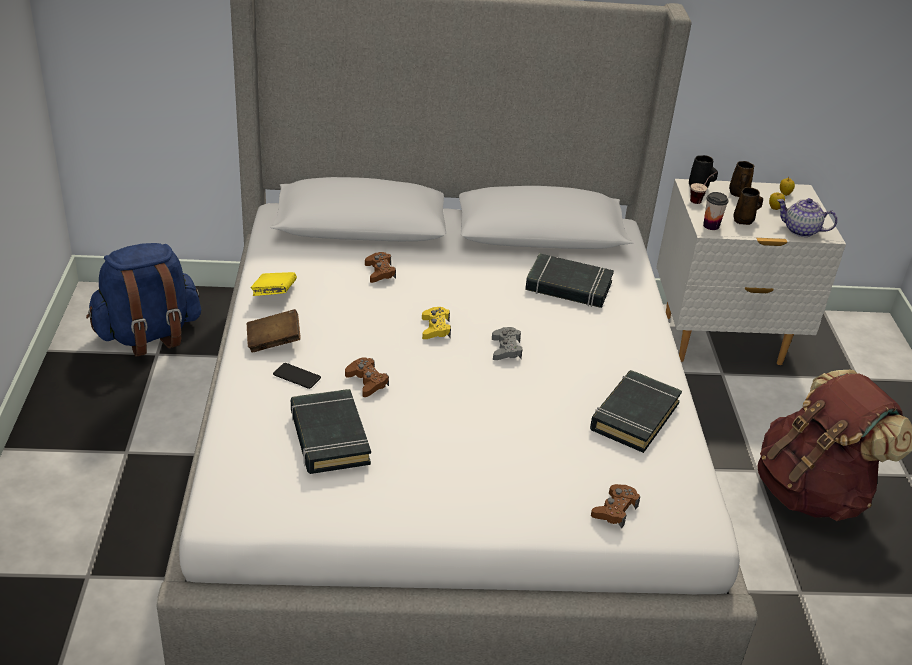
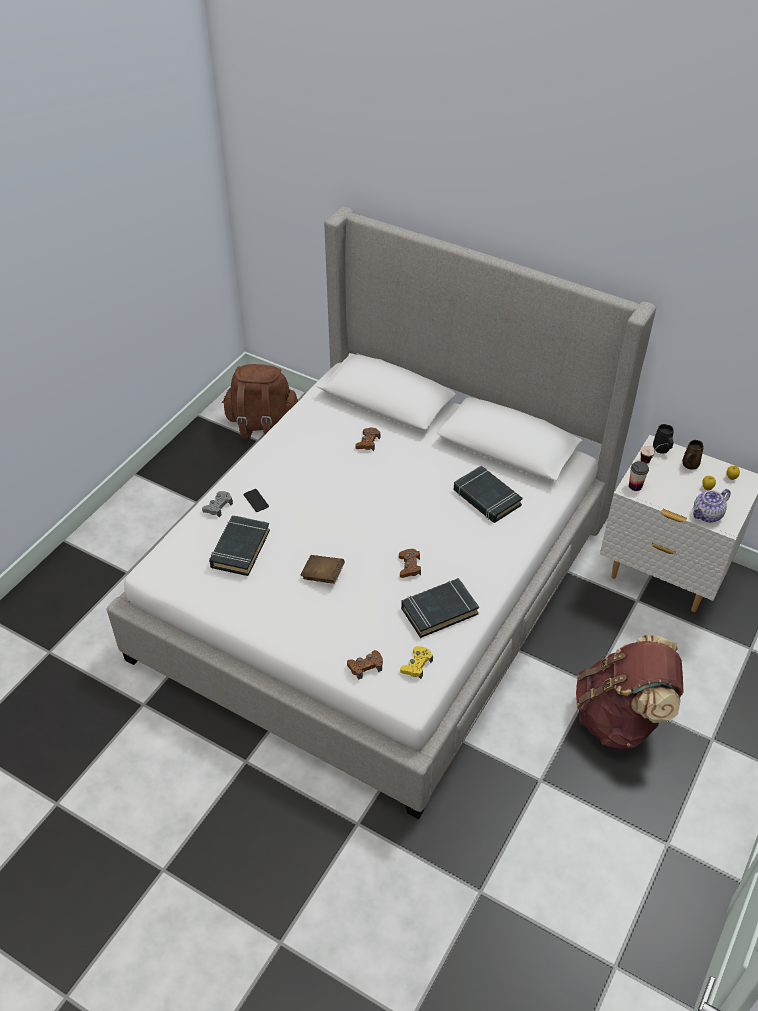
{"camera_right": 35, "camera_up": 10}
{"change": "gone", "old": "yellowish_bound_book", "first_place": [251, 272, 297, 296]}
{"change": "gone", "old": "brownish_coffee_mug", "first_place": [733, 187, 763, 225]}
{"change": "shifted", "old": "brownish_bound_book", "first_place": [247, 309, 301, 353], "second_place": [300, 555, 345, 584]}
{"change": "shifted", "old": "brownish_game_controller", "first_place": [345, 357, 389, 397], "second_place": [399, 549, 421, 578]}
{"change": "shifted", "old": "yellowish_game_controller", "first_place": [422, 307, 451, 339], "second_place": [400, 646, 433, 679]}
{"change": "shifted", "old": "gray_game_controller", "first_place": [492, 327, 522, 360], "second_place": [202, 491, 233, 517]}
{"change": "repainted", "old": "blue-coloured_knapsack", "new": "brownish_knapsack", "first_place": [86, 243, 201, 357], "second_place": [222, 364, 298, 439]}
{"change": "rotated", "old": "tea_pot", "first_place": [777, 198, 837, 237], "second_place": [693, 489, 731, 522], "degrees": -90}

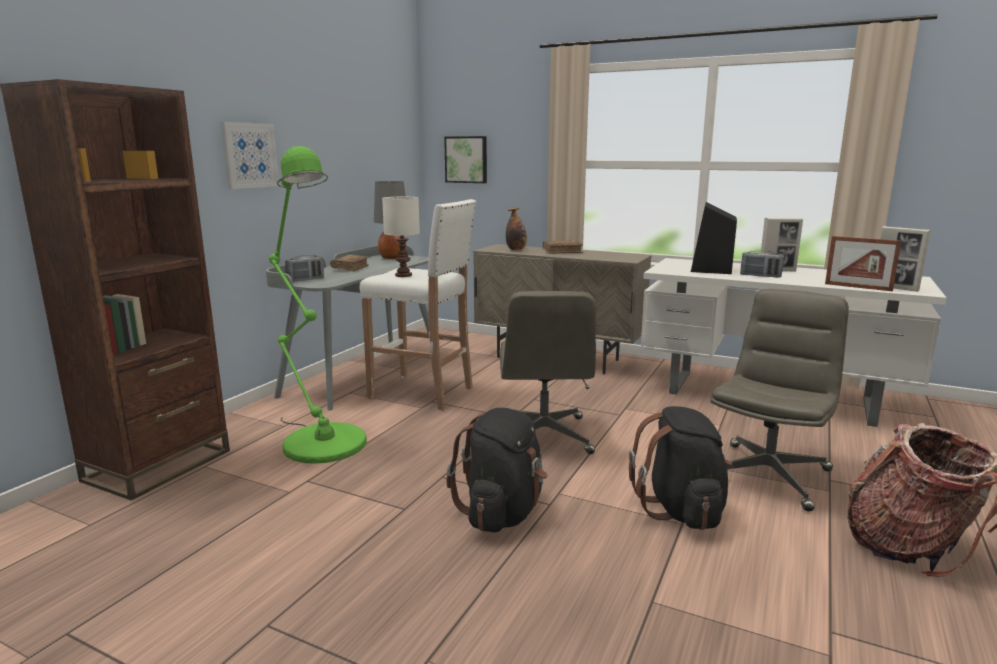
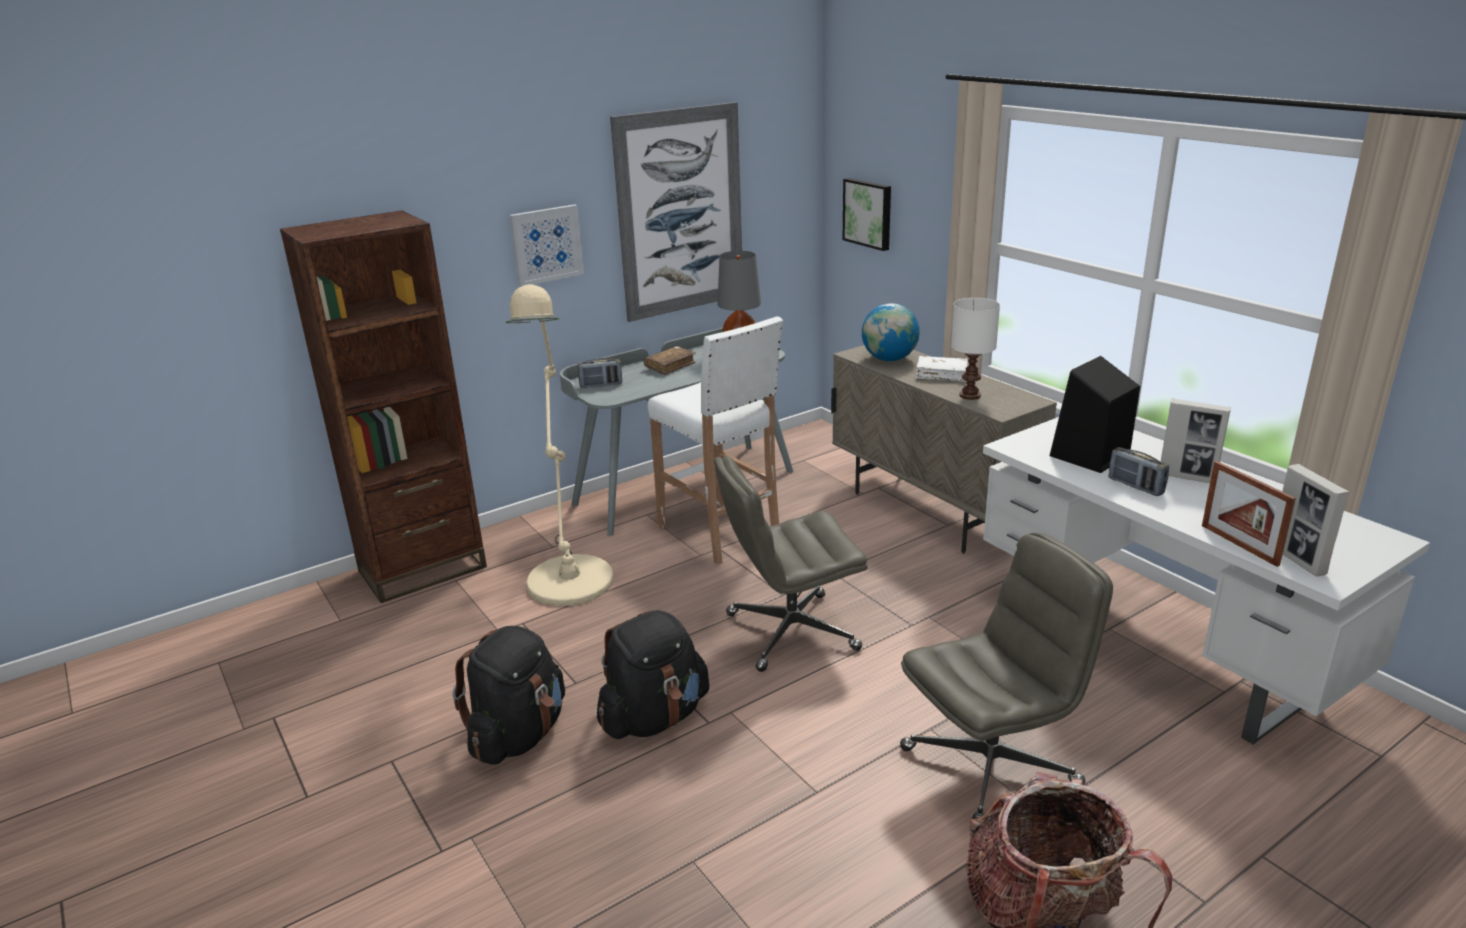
{"camera_right": 30, "camera_up": 10}
{"change": "new", "new": "picture", "second_place": [610, 102, 742, 322]}
{"change": "shifted", "old": "white_table_lamp", "first_place": [382, 197, 420, 277], "second_place": [951, 298, 1000, 400]}
{"change": "shifted", "old": "black_knapsack", "first_place": [629, 406, 732, 530], "second_place": [453, 626, 565, 765]}
{"change": "swapped", "old": "bottle", "new": "world_globe", "first_place": [506, 207, 527, 250], "second_place": [862, 303, 920, 361]}
{"change": "repainted", "old": "green_standing_lamp", "new": "beige-coloured_standing_lamp", "first_place": [269, 146, 367, 464], "second_place": [506, 284, 614, 606]}
{"change": "repainted", "old": "brownish_bound_book", "new": "white_bound_book", "first_place": [543, 240, 583, 254], "second_place": [916, 356, 968, 382]}
{"change": "rotated", "old": "gray_computer_chair", "first_place": [500, 291, 596, 454], "second_place": [714, 455, 868, 672], "degrees": 45}

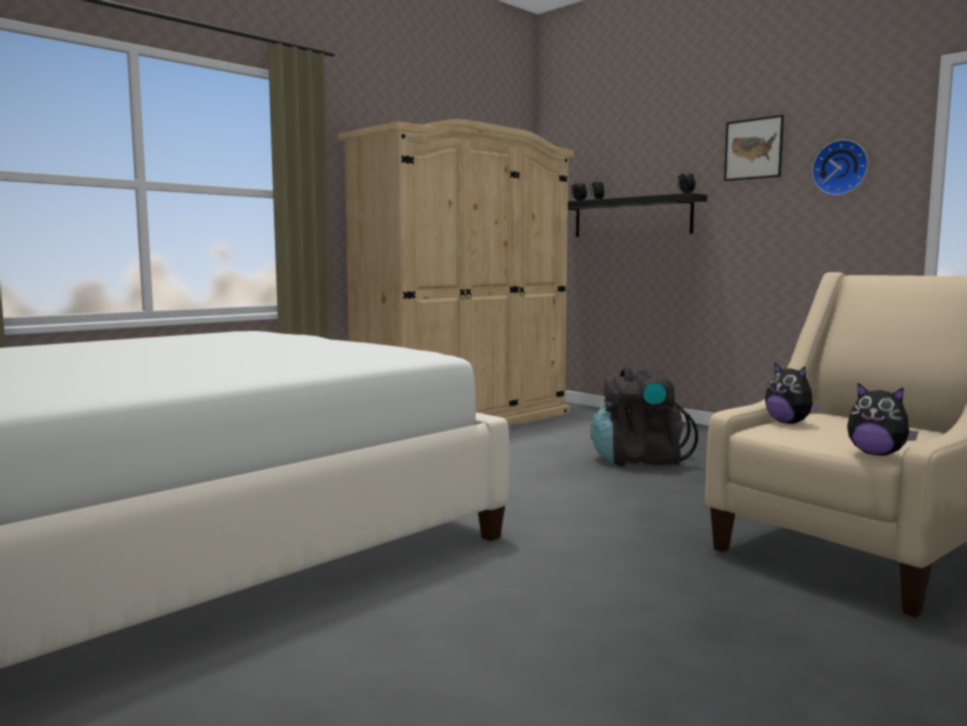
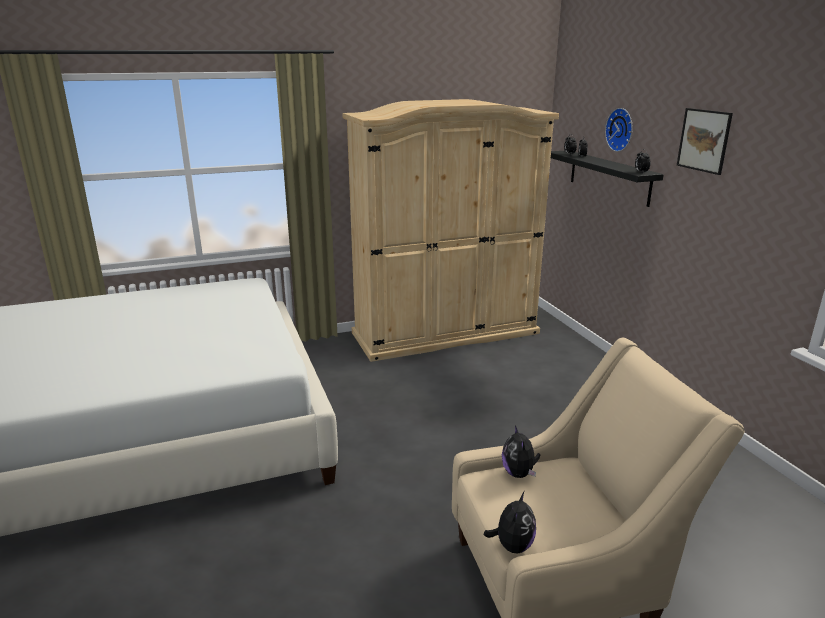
{"camera_right": 25, "camera_up": 15}
{"change": "gone", "old": "black_knapsack", "first_place": [590, 368, 698, 466]}
{"change": "shifted", "old": "wall_clock", "first_place": [812, 140, 868, 196], "second_place": [605, 108, 633, 152]}
{"change": "rotated", "old": "plush_toy", "first_place": [847, 383, 918, 456], "second_place": [484, 492, 536, 554], "degrees": -135}

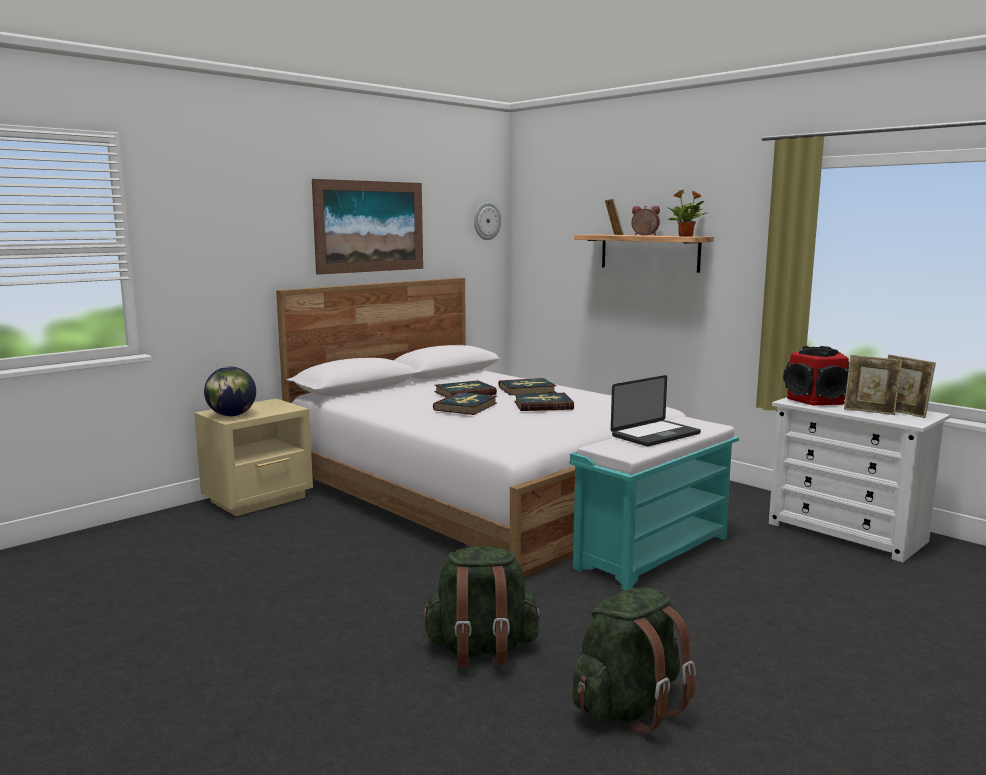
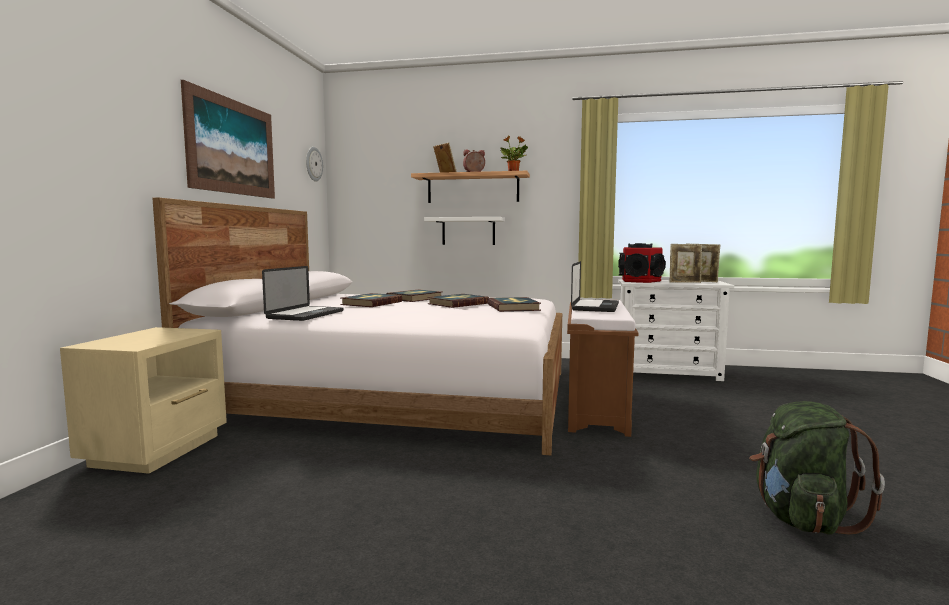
{"camera_right": -35, "camera_up": -5}
{"change": "gone", "old": "world_globe", "first_place": [204, 367, 256, 416]}
{"change": "gone", "old": "green_knapsack", "first_place": [422, 546, 539, 667]}
{"change": "new", "new": "laptop", "second_place": [262, 266, 344, 321]}
{"change": "new", "new": "white_bracket_shelf", "second_place": [424, 217, 505, 245]}
{"change": "shifted", "old": "bound_book", "first_place": [433, 392, 497, 415], "second_place": [487, 297, 541, 312]}
{"change": "repainted", "old": "blue-green_indoor_bench", "new": "brownish_indoor_bench", "first_place": [569, 416, 739, 590], "second_place": [567, 299, 638, 437]}

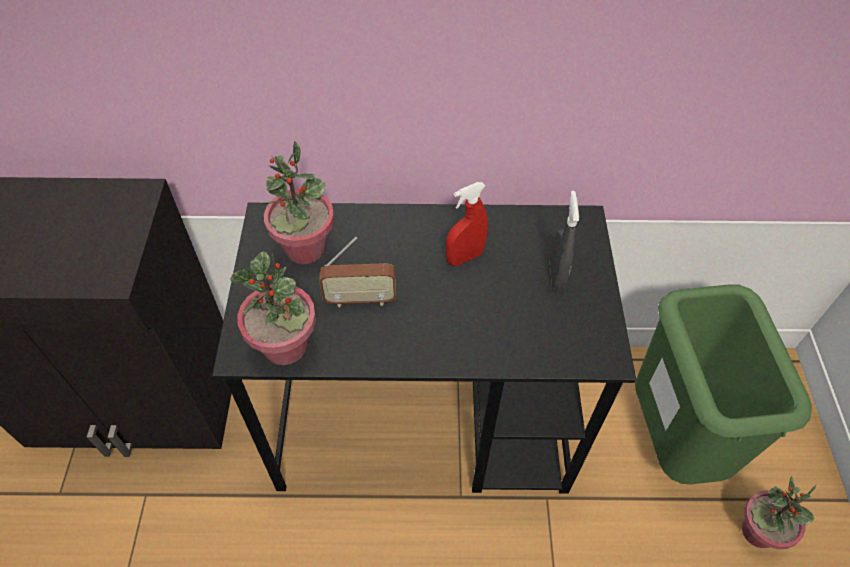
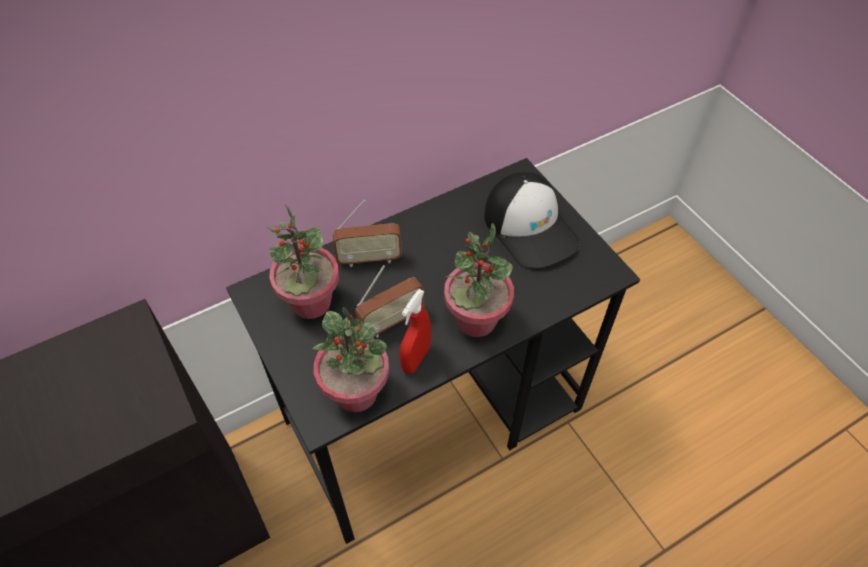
{"camera_right": -30, "camera_up": 0}
{"change": "gone", "old": "green_rubbish_bin", "first_place": [635, 284, 812, 485]}
{"change": "new", "new": "radio", "second_place": [333, 200, 402, 267]}
{"change": "shifted", "old": "red-coloured_sprayer", "first_place": [446, 182, 488, 266], "second_place": [399, 289, 431, 374]}
{"change": "shifted", "old": "potted_plant", "first_place": [742, 476, 816, 549], "second_place": [444, 223, 514, 337]}
{"change": "swapped", "old": "gray_sprayer", "new": "cap", "first_place": [550, 191, 579, 290], "second_place": [484, 172, 580, 268]}

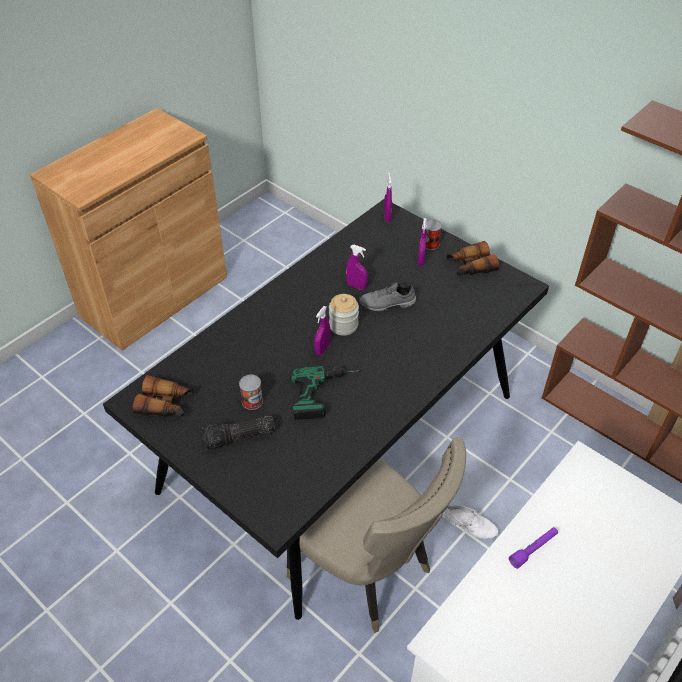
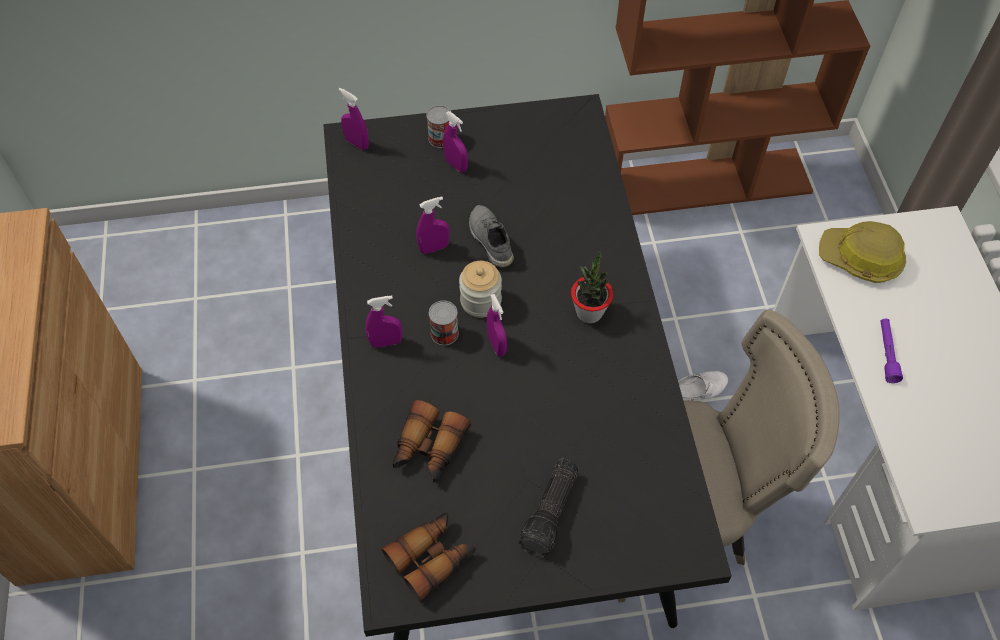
{"camera_right": -50, "camera_up": 10}
{"change": "gone", "old": "power_drill", "first_place": [290, 366, 355, 420]}
{"change": "new", "new": "purple-coloured_sprayer", "second_place": [365, 295, 402, 348]}
{"change": "new", "new": "potted_plant", "second_place": [571, 251, 613, 323]}
{"change": "new", "new": "work_helmet", "second_place": [819, 221, 906, 283]}
{"change": "shifted", "old": "sealed_can", "first_place": [239, 374, 263, 410], "second_place": [429, 300, 459, 345]}
{"change": "shifted", "old": "binoculars", "first_place": [446, 241, 499, 275], "second_place": [392, 400, 471, 483]}
{"change": "rotated", "old": "gray_item_of_footwear", "first_place": [359, 282, 416, 311], "second_place": [469, 205, 514, 267], "degrees": 120}

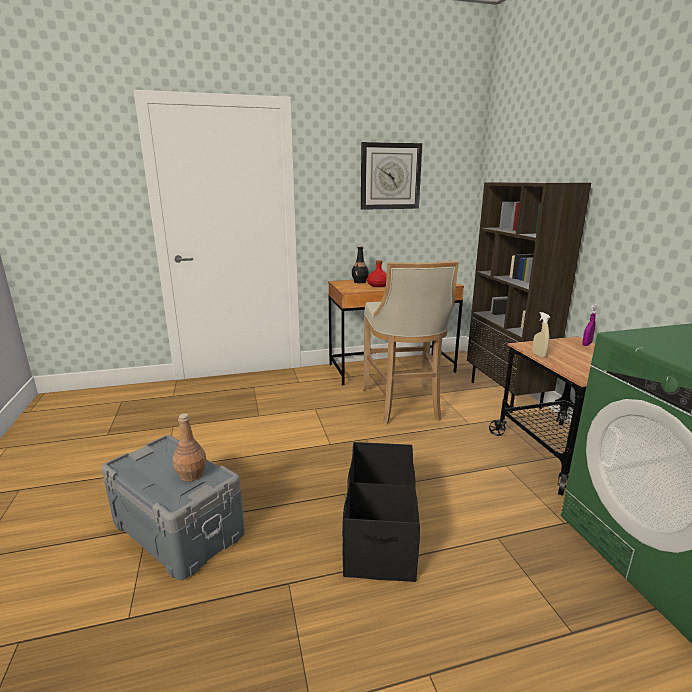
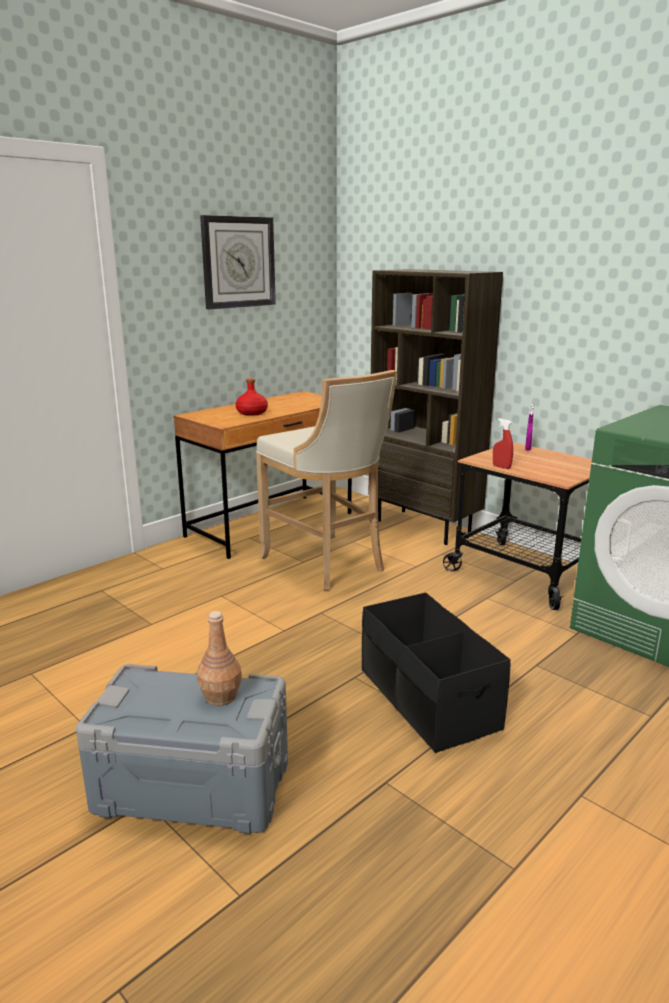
{"camera_right": -30, "camera_up": 0}
{"change": "gone", "old": "black_bottle", "first_place": [352, 245, 369, 283]}
{"change": "repainted", "old": "beige-coloured_sprayer", "new": "red-coloured_sprayer", "first_place": [532, 312, 550, 358], "second_place": [493, 418, 513, 469]}

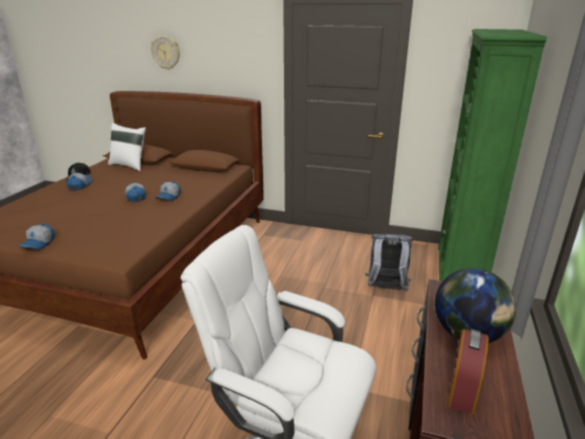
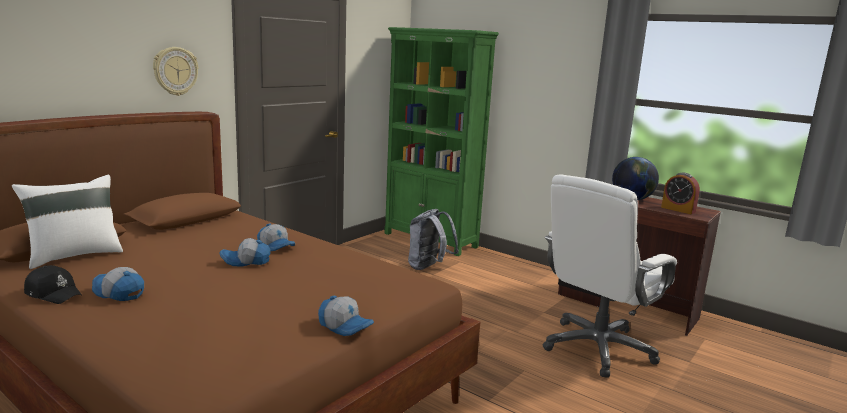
{"camera_right": -70, "camera_up": -10}
{"change": "shifted", "old": "wall_clock", "first_place": [151, 36, 180, 70], "second_place": [153, 47, 198, 96]}

